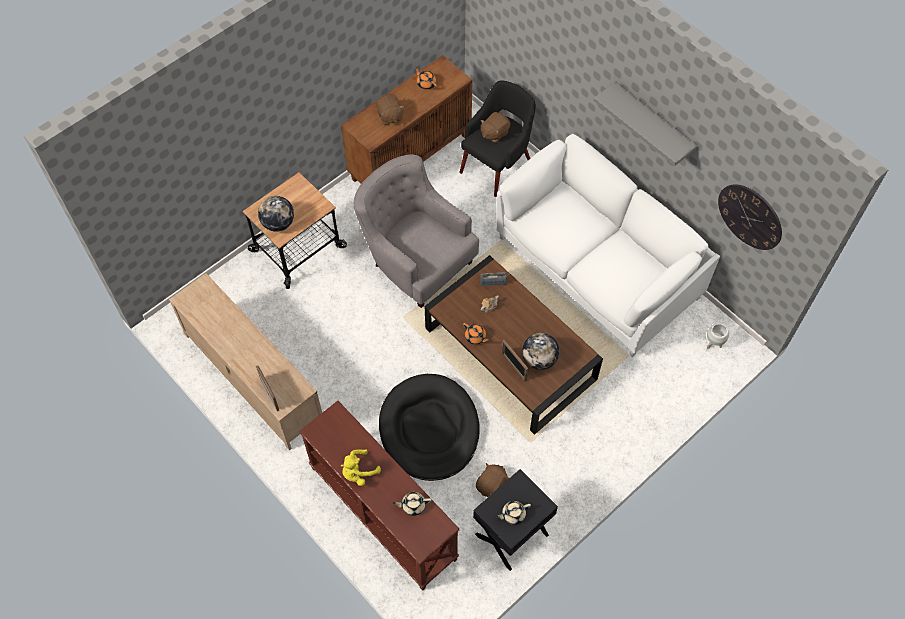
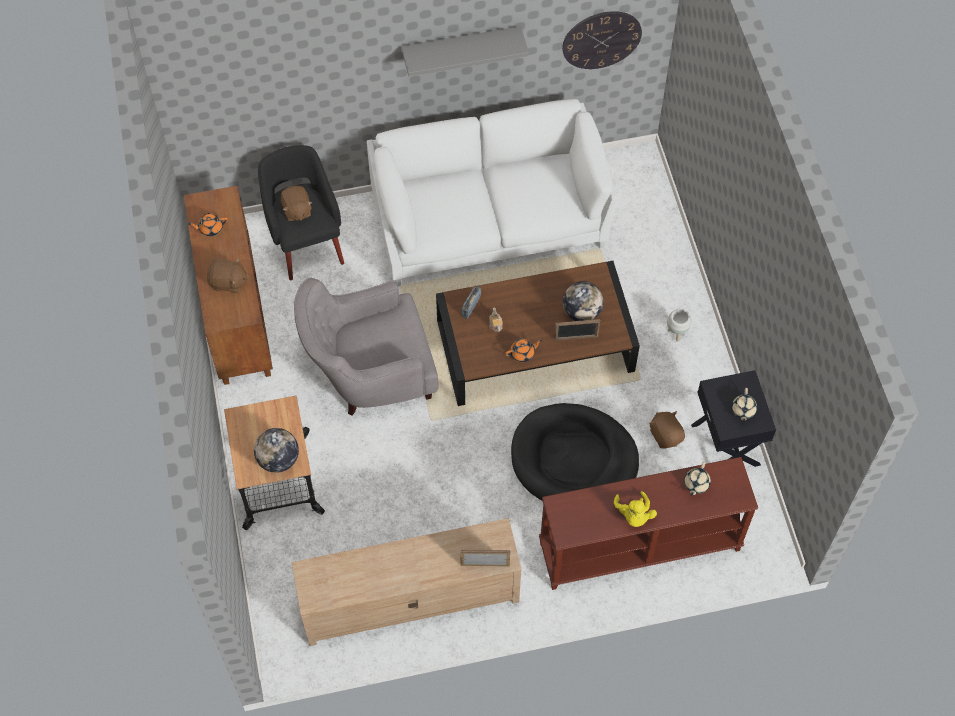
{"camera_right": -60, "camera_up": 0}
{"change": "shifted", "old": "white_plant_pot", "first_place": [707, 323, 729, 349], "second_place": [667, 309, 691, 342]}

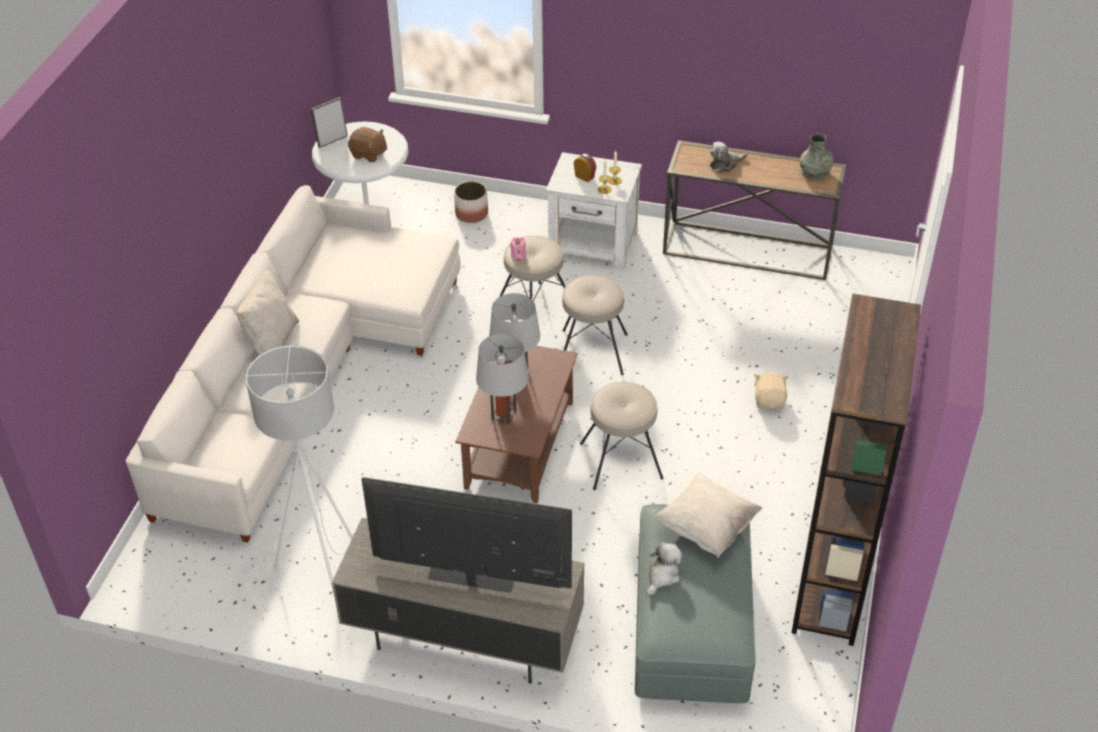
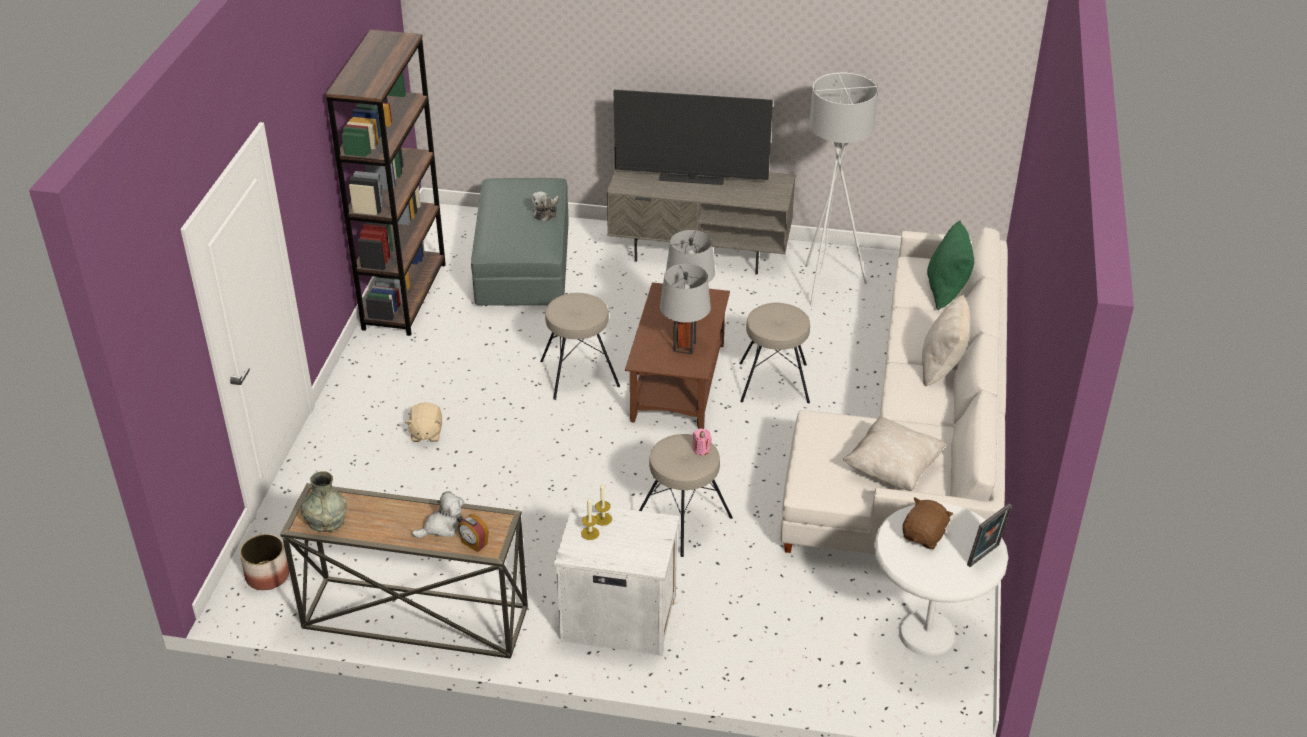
{"camera_right": 175, "camera_up": -5}
{"change": "new", "new": "green_pillow", "second_place": [927, 220, 974, 310]}
{"change": "shifted", "old": "plant_pot", "first_place": [454, 181, 488, 223], "second_place": [240, 534, 289, 590]}
{"change": "shifted", "old": "beige-coloured_stool", "first_place": [562, 275, 628, 375], "second_place": [739, 303, 810, 403]}
{"change": "shifted", "old": "alarm_clock", "first_place": [574, 154, 596, 183], "second_place": [458, 514, 489, 552]}
{"change": "shifted", "old": "beige-coloured_pillow", "first_place": [654, 473, 763, 558], "second_place": [843, 417, 947, 491]}
{"change": "rotated", "old": "brownish_plush_toy", "first_place": [348, 127, 387, 162], "second_place": [902, 497, 953, 549], "degrees": 105}

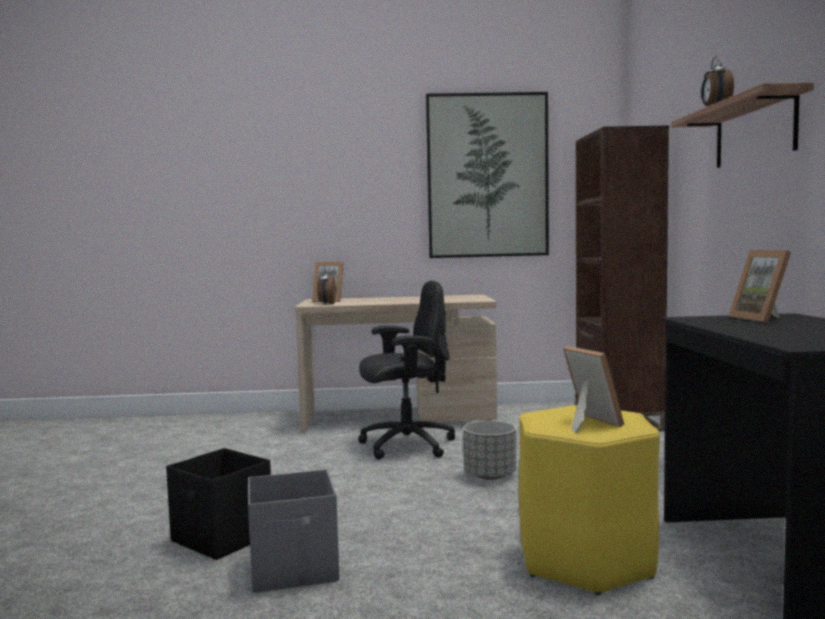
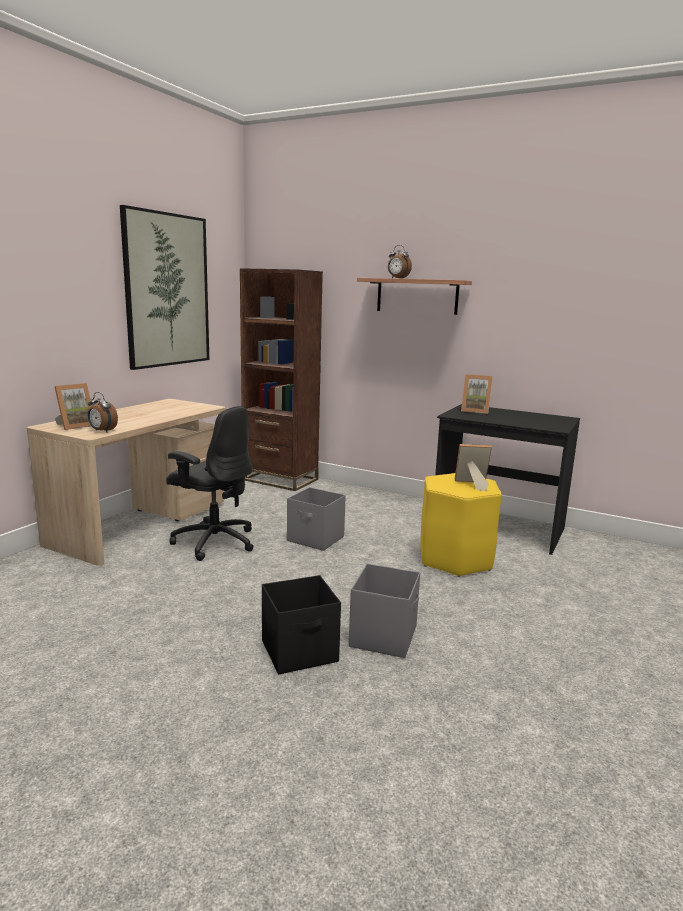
{"camera_right": -60, "camera_up": 10}
{"change": "swapped", "old": "gray_plant_pot", "new": "gray_storage_container", "first_place": [463, 421, 516, 480], "second_place": [287, 487, 346, 551]}
{"change": "rotated", "old": "black_computer_chair", "first_place": [358, 281, 455, 460], "second_place": [166, 406, 254, 561], "degrees": 105}

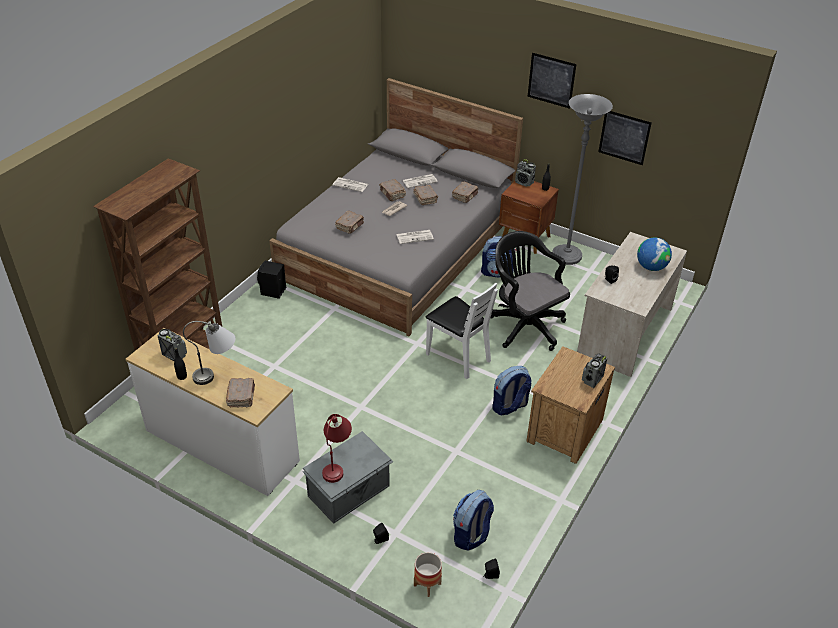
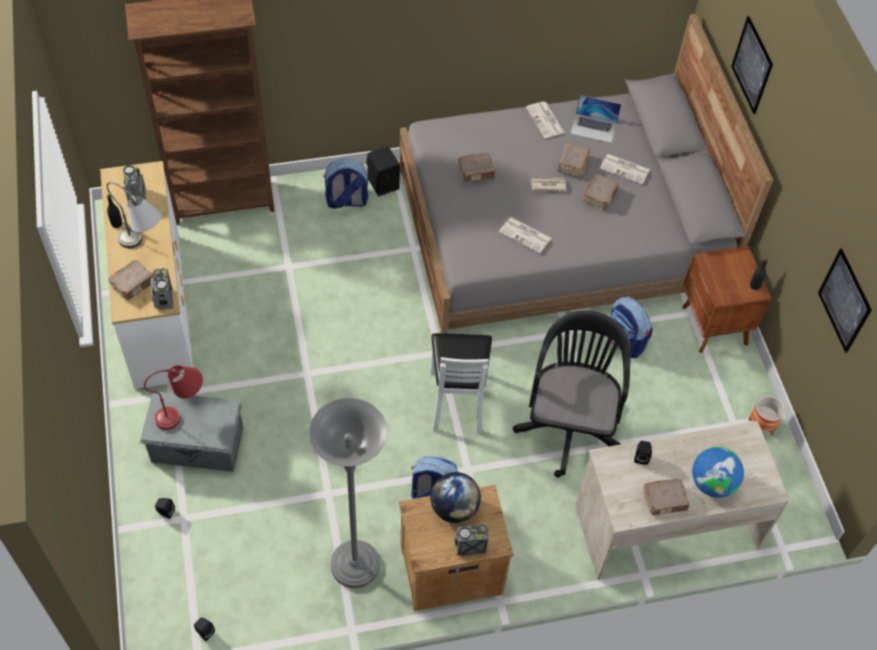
{"camera_right": 45, "camera_up": 15}
{"change": "new", "new": "world_globe", "second_place": [430, 472, 481, 523]}
{"change": "new", "new": "laptop", "second_place": [570, 95, 621, 143]}
{"change": "shifted", "old": "plant_pot", "first_place": [414, 552, 442, 597], "second_place": [748, 396, 785, 436]}
{"change": "shifted", "old": "brownish_bound_book", "first_place": [452, 182, 478, 203], "second_place": [643, 479, 689, 515]}
{"change": "shifted", "old": "knapsack", "first_place": [453, 490, 494, 551], "second_place": [323, 159, 368, 209]}
{"change": "shifted", "old": "radio", "first_place": [515, 159, 536, 187], "second_place": [151, 268, 173, 310]}
{"change": "shifted", "old": "picture", "first_place": [528, 53, 576, 109], "second_place": [731, 16, 773, 114]}
{"change": "shifted", "old": "gray_standing_lamp", "first_place": [552, 94, 613, 265], "second_place": [309, 398, 387, 588]}

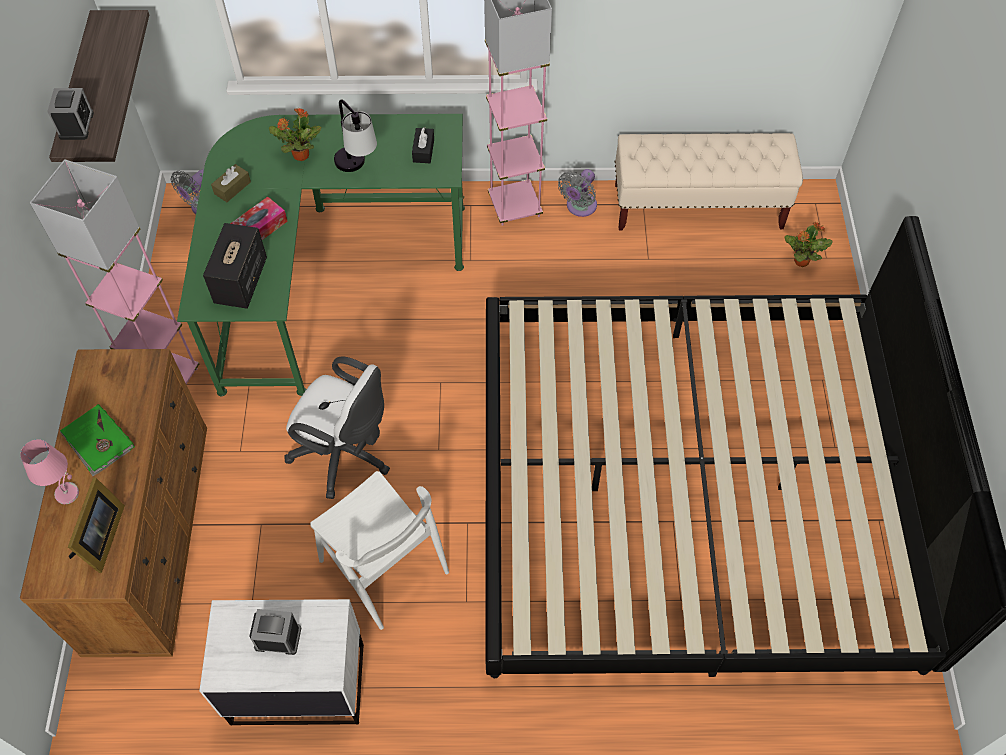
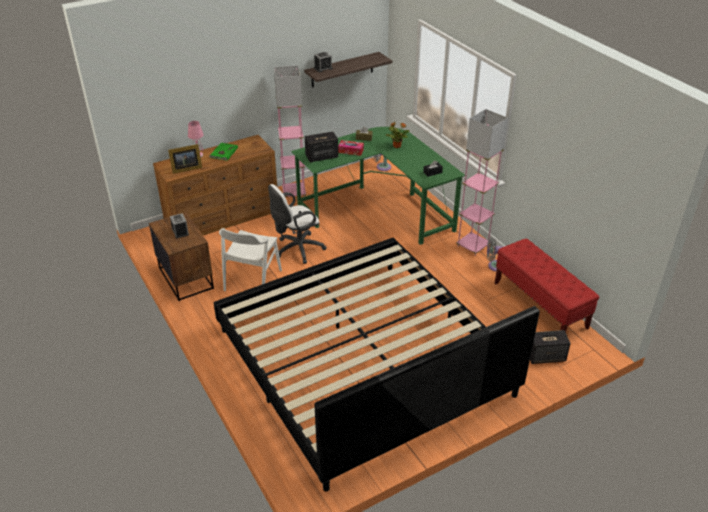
{"camera_right": 60, "camera_up": -20}
{"change": "gone", "old": "table_lamp", "first_place": [334, 100, 377, 172]}
{"change": "swapped", "old": "potted_plant", "new": "speaker", "first_place": [785, 222, 833, 267], "second_place": [530, 330, 571, 364]}
{"change": "repainted", "old": "white_night_table", "new": "brownish_night_table", "first_place": [199, 599, 364, 725], "second_place": [149, 212, 214, 301]}
{"change": "repainted", "old": "beige-coloured_indoor_bench", "new": "red-coloured_indoor_bench", "first_place": [614, 133, 803, 230], "second_place": [495, 239, 599, 332]}
{"change": "rotated", "old": "white_computer_chair", "first_place": [284, 356, 390, 499], "second_place": [268, 184, 326, 264], "degrees": 60}

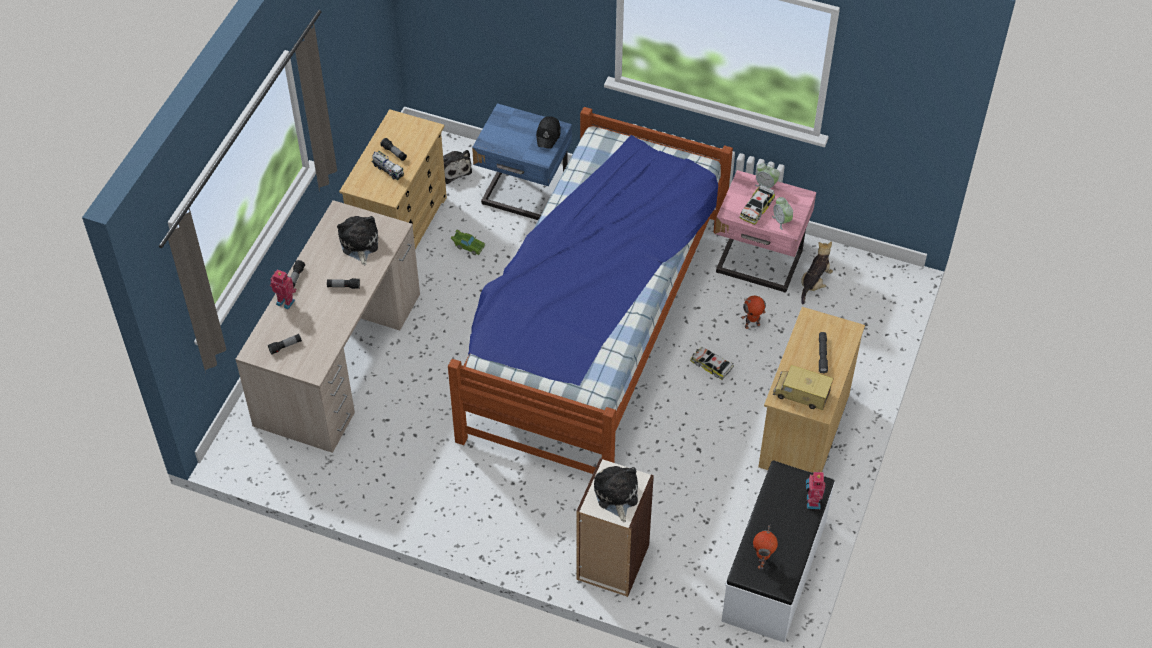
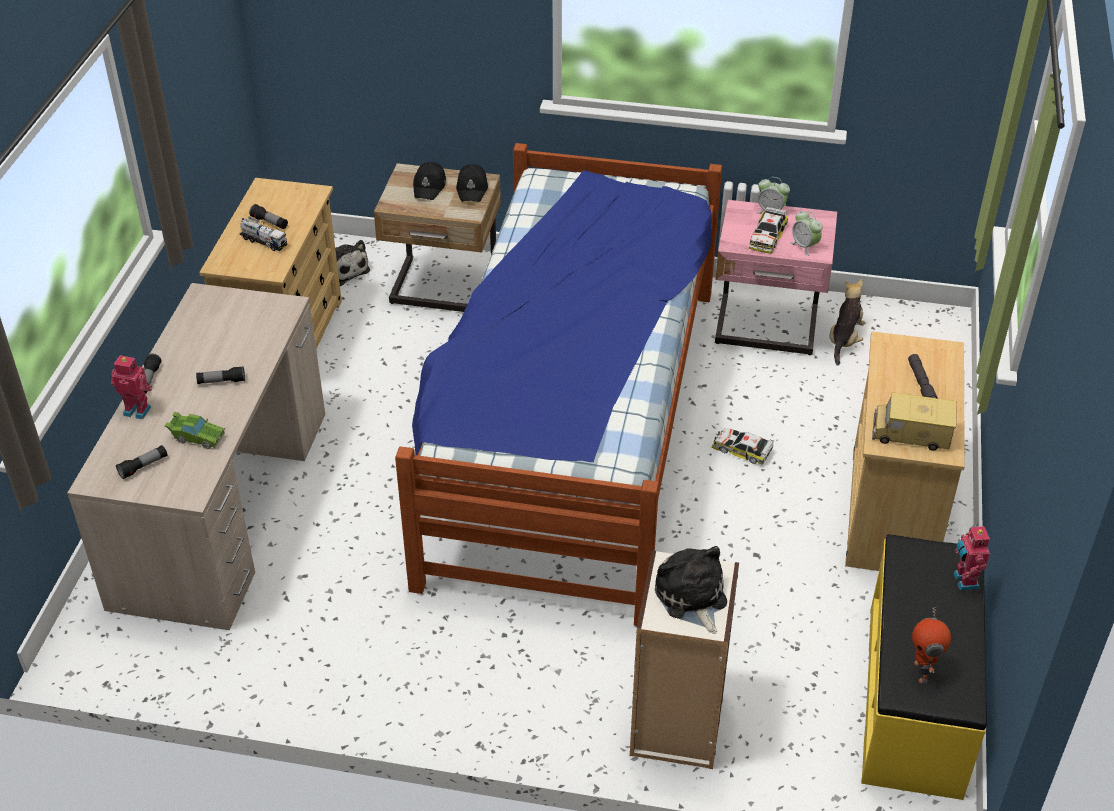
{"camera_right": -10, "camera_up": -10}
{"change": "gone", "old": "plush_toy", "first_place": [337, 216, 378, 265]}
{"change": "gone", "old": "robot_figure", "first_place": [741, 296, 766, 329]}
{"change": "new", "new": "black_cap", "second_place": [413, 162, 446, 200]}
{"change": "shifted", "old": "green_miniature_car", "first_place": [451, 230, 485, 256], "second_place": [164, 412, 225, 449]}
{"change": "repainted", "old": "blue-coloured_night_table", "new": "beige-coloured_night_table", "first_place": [472, 103, 572, 220], "second_place": [374, 163, 501, 312]}
{"change": "repainted", "old": "white_indoor_bench", "new": "yellowish_indoor_bench", "first_place": [721, 460, 835, 642], "second_place": [861, 534, 987, 800]}

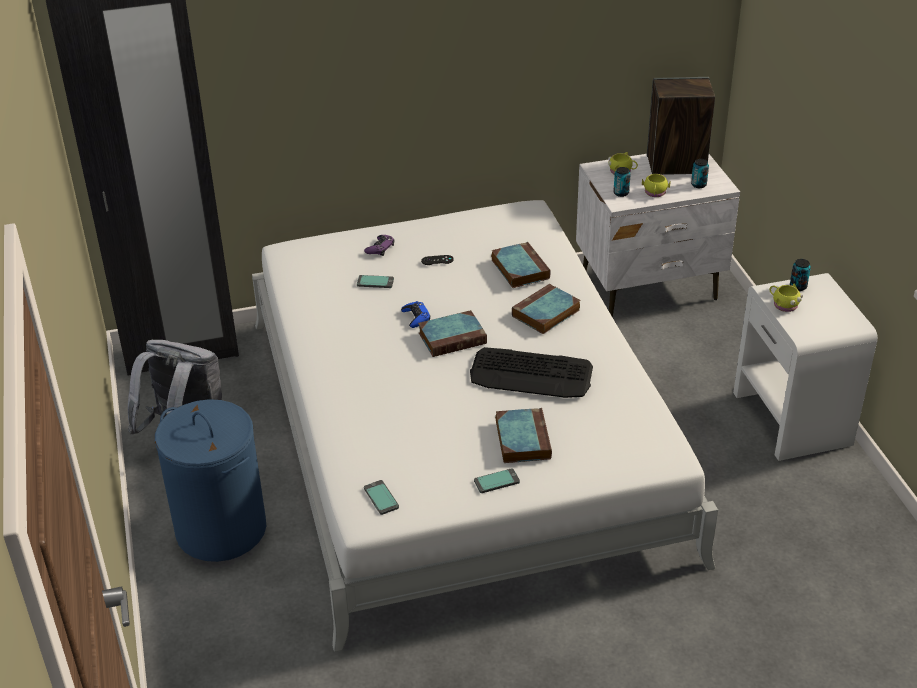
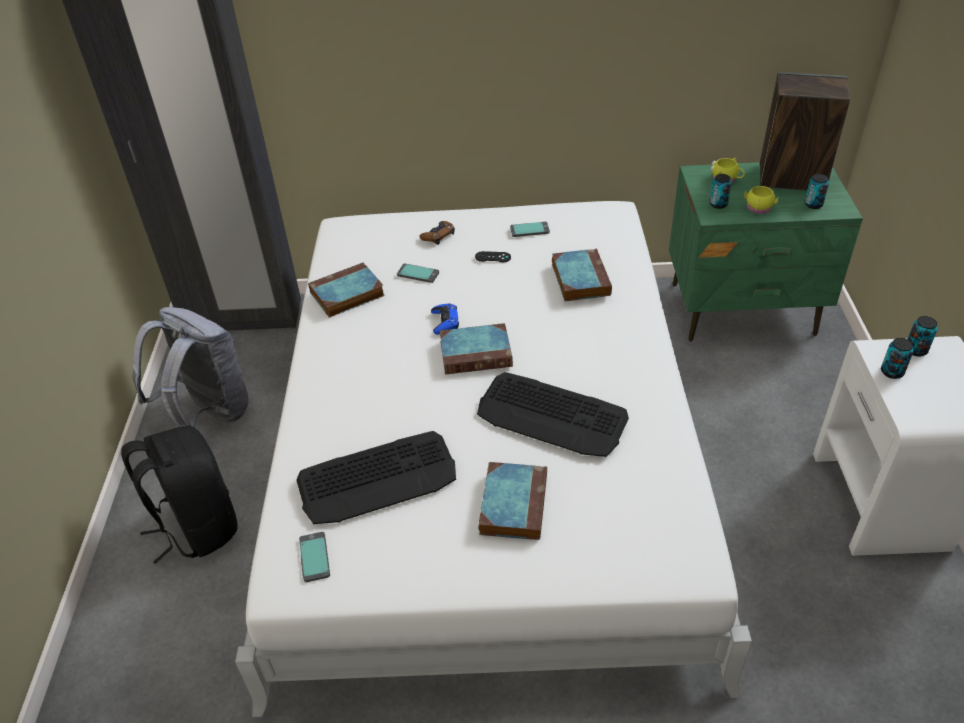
{"camera_right": 15, "camera_up": 5}
{"change": "new", "new": "keyboard", "second_place": [296, 431, 456, 524]}
{"change": "shifted", "old": "telephone", "first_place": [474, 468, 520, 493], "second_place": [510, 222, 550, 237]}
{"change": "shifted", "old": "bound_book", "first_place": [512, 284, 581, 334], "second_place": [308, 262, 385, 318]}
{"change": "swapped", "old": "blue-coloured_laundry_basket", "new": "black_knapsack", "first_place": [155, 399, 266, 562], "second_place": [121, 425, 238, 564]}
{"change": "swapped", "old": "yellowish_coffee_mug", "new": "sealed_can", "first_place": [770, 284, 803, 312], "second_place": [881, 338, 914, 379]}
{"change": "repainted", "old": "purple-coloured_game_controller", "new": "brownish_game_controller", "first_place": [364, 235, 394, 256], "second_place": [420, 221, 455, 245]}
{"change": "repainted", "old": "white_night_table", "new": "green_night_table", "first_place": [576, 154, 740, 317], "second_place": [669, 162, 863, 341]}

